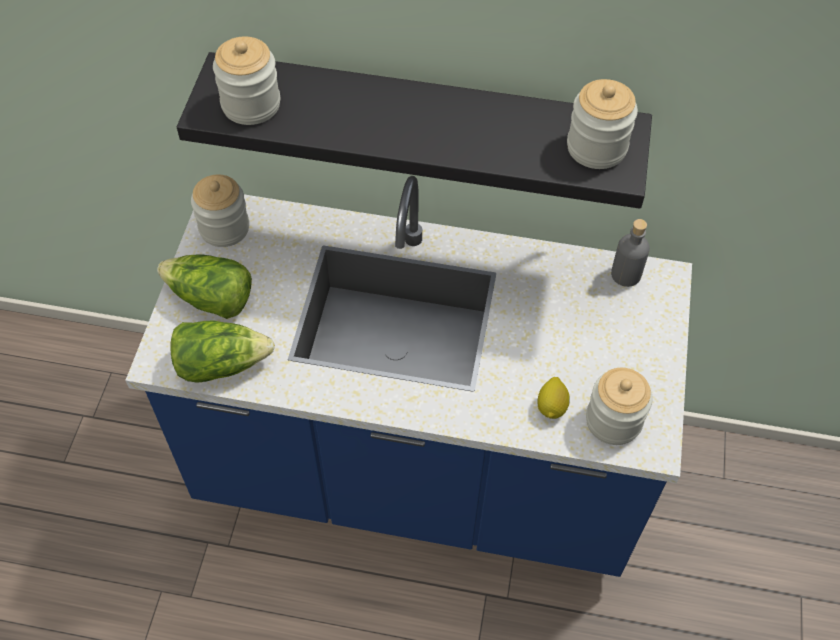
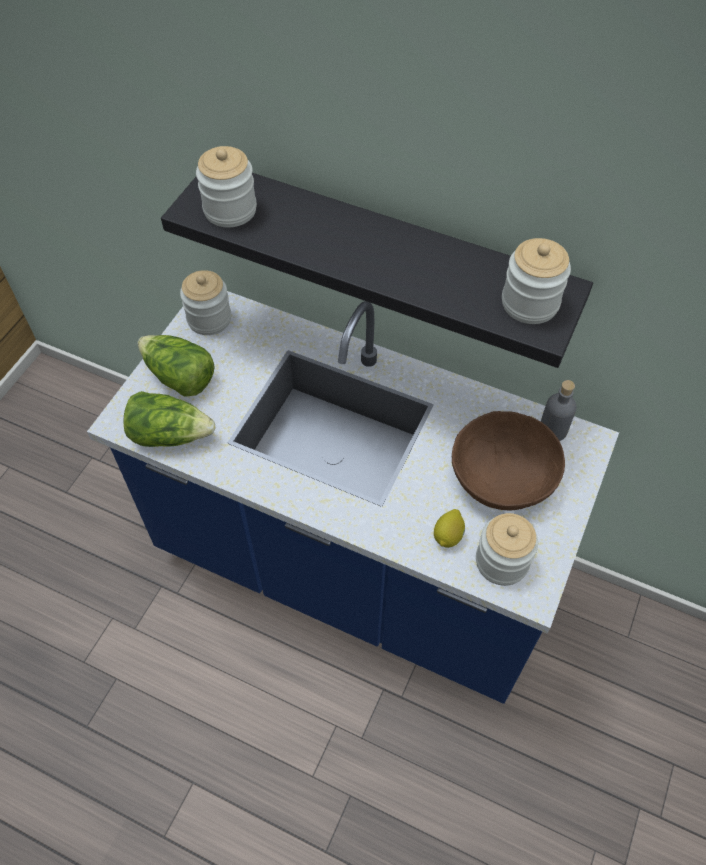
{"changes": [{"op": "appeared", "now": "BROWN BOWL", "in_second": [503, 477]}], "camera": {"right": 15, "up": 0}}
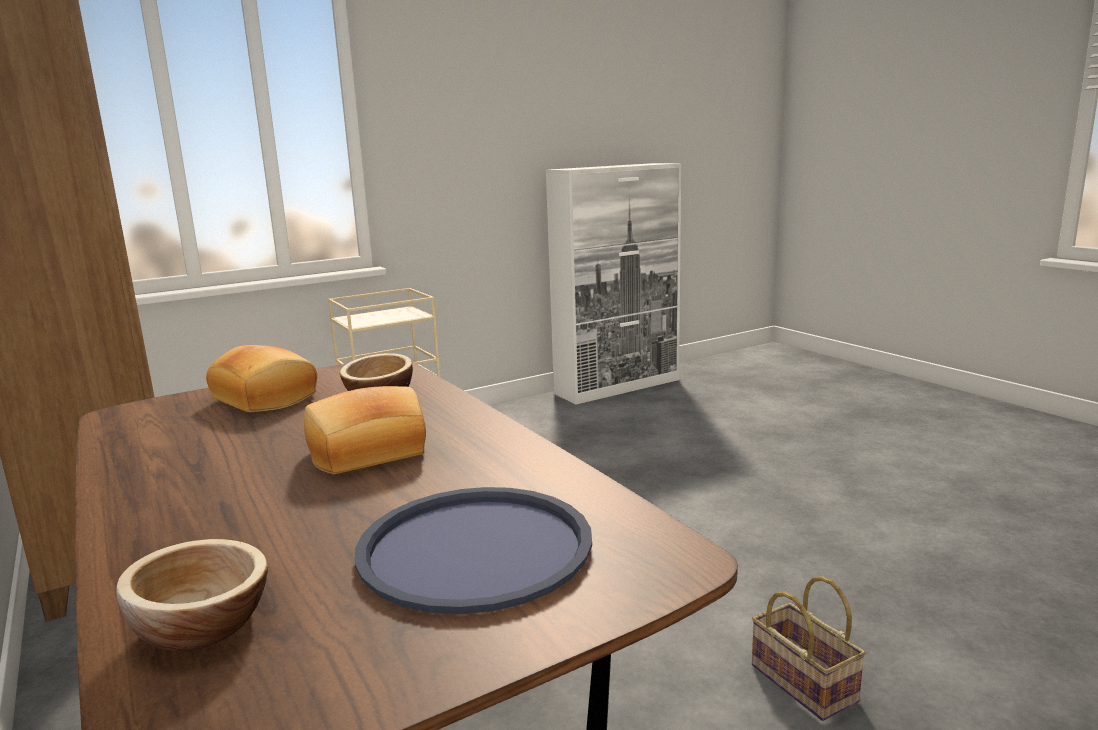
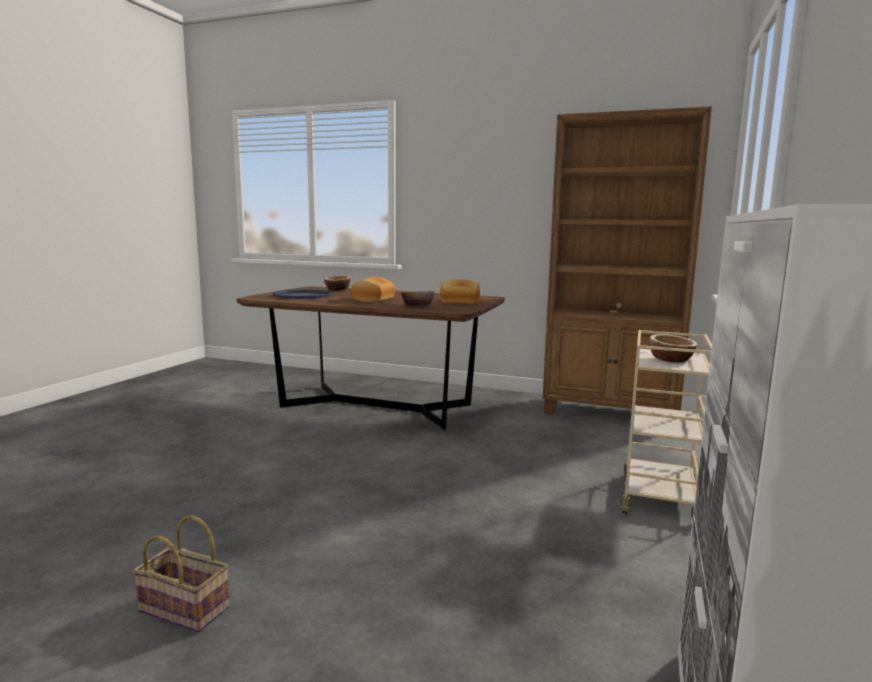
{"changes": [{"op": "appeared", "now": "BOWL", "in_second": [671, 359]}, {"op": "relocated", "was": "STORAGE BASKET", "in_first": [800, 682], "in_second": [187, 609]}], "camera": {"right": 140, "up": -5}}
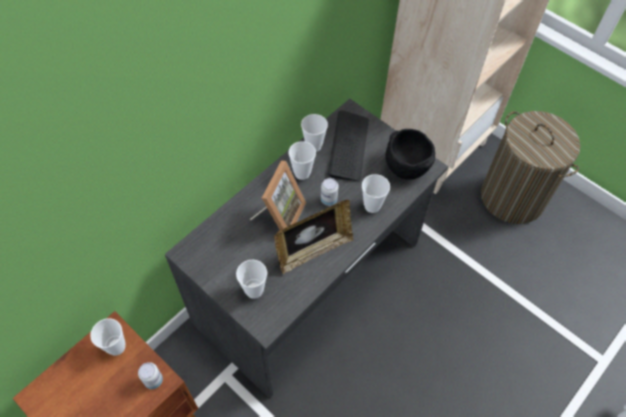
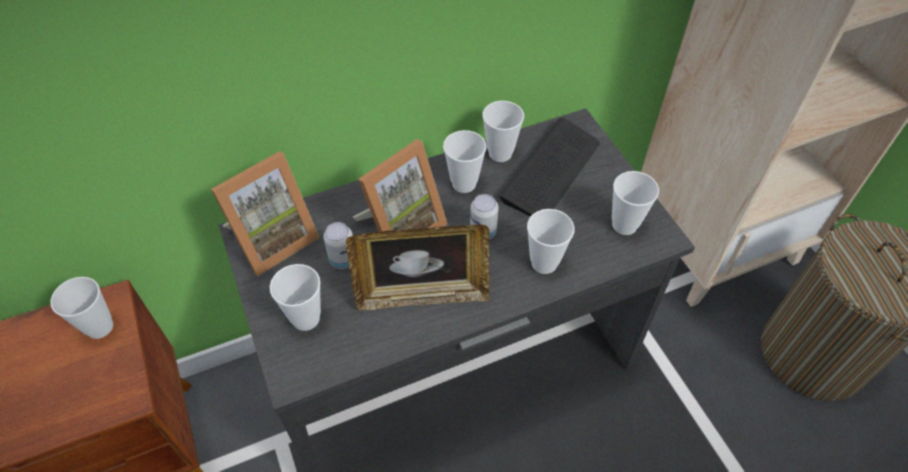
{"changes": [{"op": "appeared", "now": "PHOTO FRAME", "in_second": [273, 239]}, {"op": "relocated", "was": "METAL CAN", "in_first": [153, 380], "in_second": [343, 260]}, {"op": "exchanged", "was": "BLACK BOWL", "now": "CUP", "in_first": [405, 166], "in_second": [624, 225]}], "camera": {"right": 25, "up": -5}}
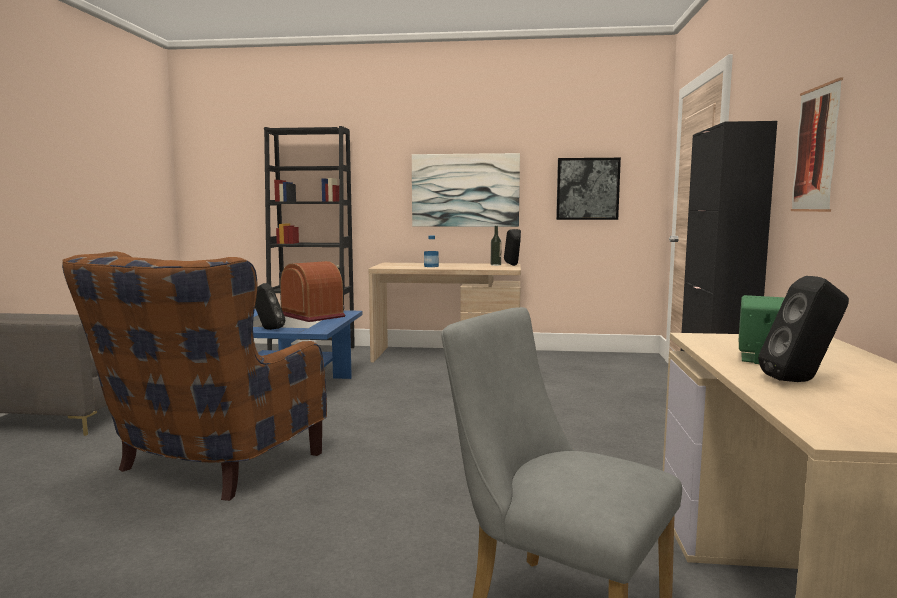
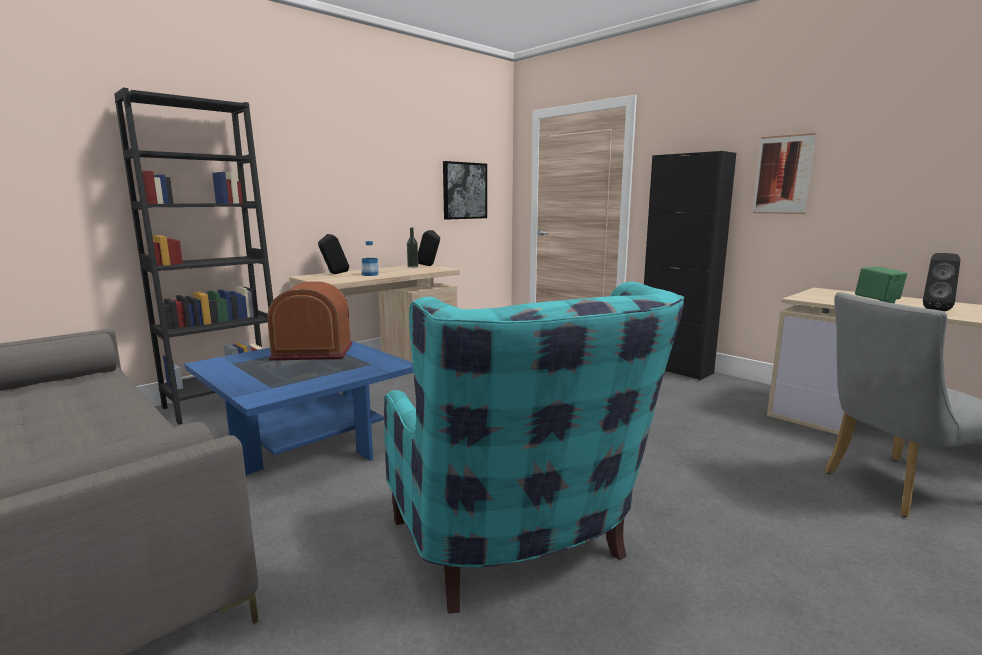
{"changes": [{"op": "missing", "was": "WALL ART", "in_first": [465, 190]}, {"op": "relocated", "was": "BLACK AUDIO SPEAKER", "in_first": [267, 329], "in_second": [334, 274]}, {"op": "colour", "was": "BROWN LOUNGE CHAIR", "now": "BLUE-GREEN LOUNGE CHAIR", "in_first": [204, 467], "in_second": [517, 550]}], "camera": {"right": -50, "up": 5}}
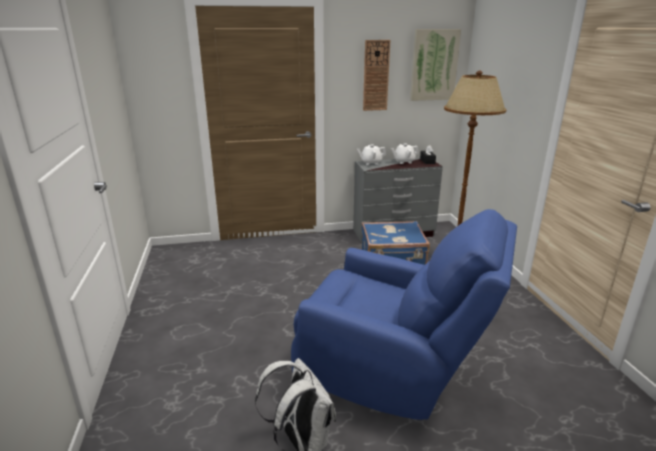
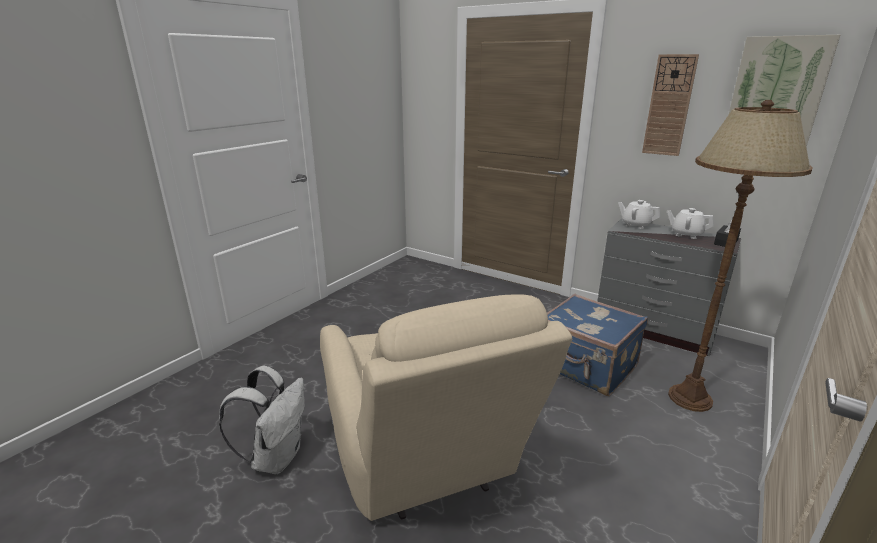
{"changes": [{"op": "colour", "was": "BLUE LOUNGE CHAIR", "now": "BEIGE-COLOURED LOUNGE CHAIR", "in_first": [392, 371], "in_second": [425, 460]}], "camera": {"right": 45, "up": 0}}
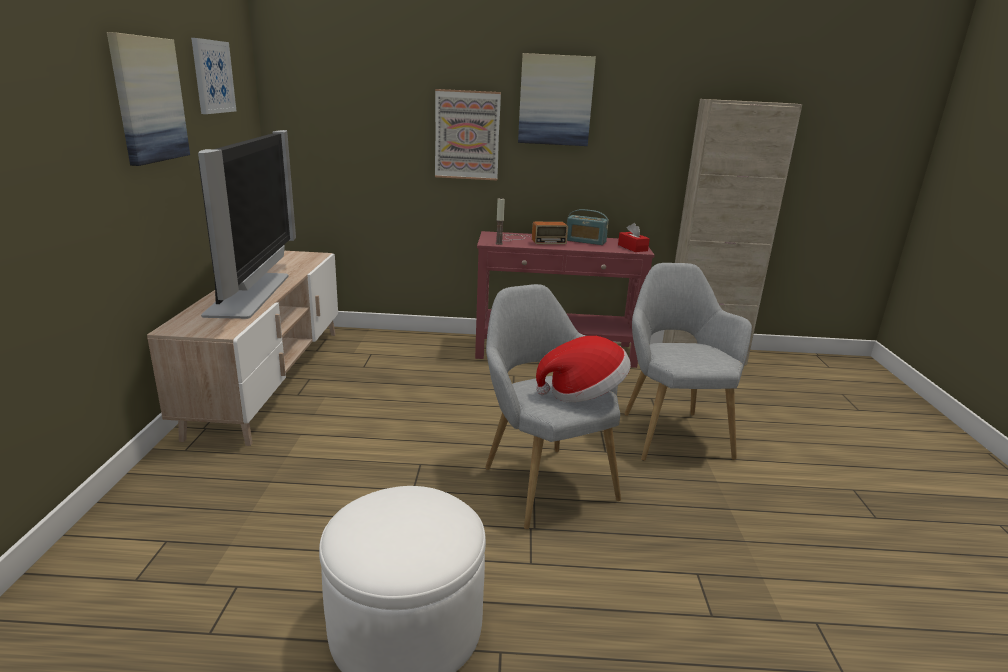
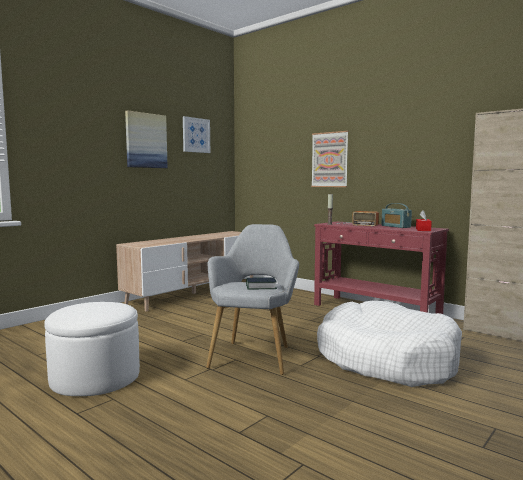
{"changes": [{"op": "missing", "was": "TV", "in_first": [252, 294]}, {"op": "missing", "was": "WALL ART", "in_first": [555, 100]}, {"op": "exchanged", "was": "WEARABLE HAT", "now": "BOOK", "in_first": [583, 394], "in_second": [261, 287]}, {"op": "exchanged", "was": "GREYISH LOUNGE CHAIR", "now": "WHITE-COLOURED PET BED", "in_first": [671, 431], "in_second": [386, 359]}], "camera": {"right": 40, "up": -15}}
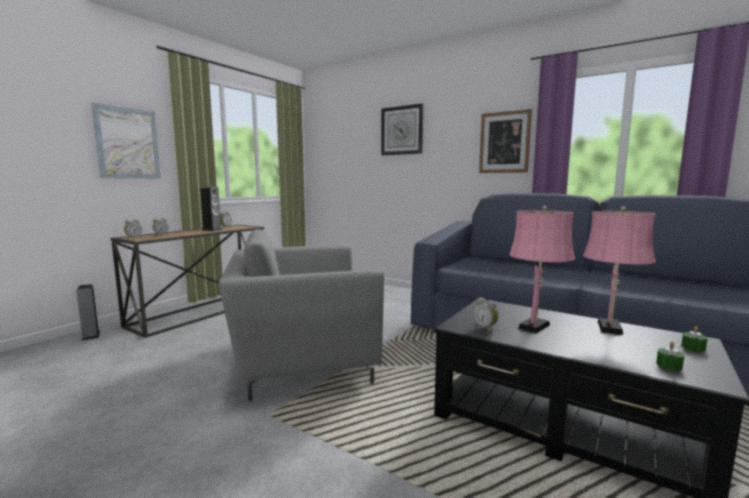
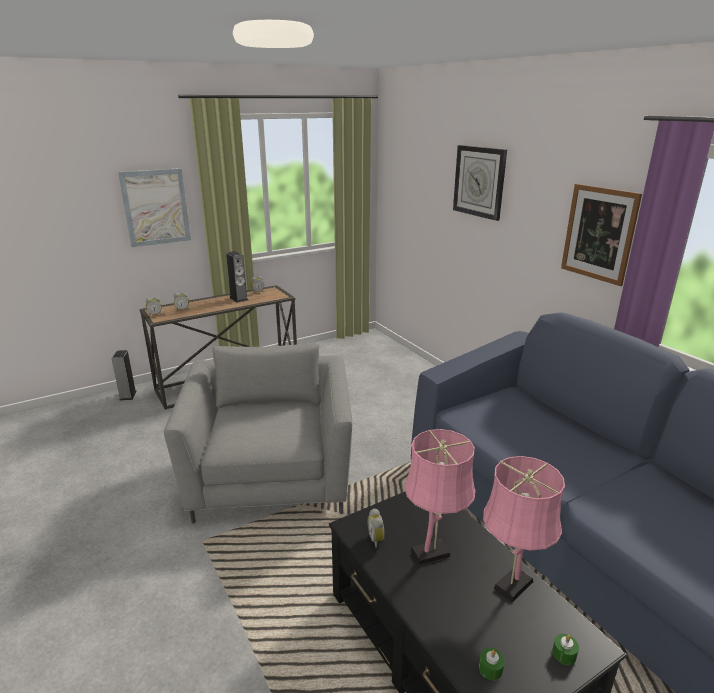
{"changes": [{"op": "spun", "was": "GREYISH LOUNGE CHAIR", "in_first": [301, 359], "in_second": [272, 477], "clockwise": 75}], "camera": {"right": 25, "up": 15}}
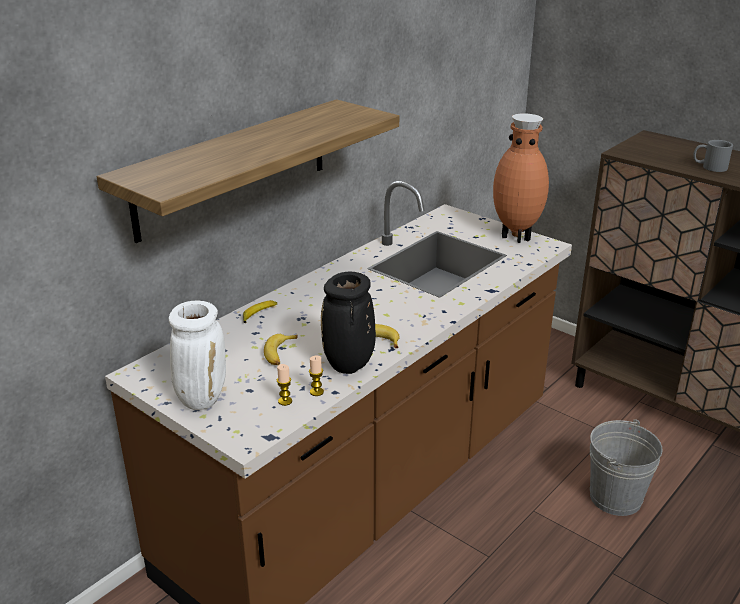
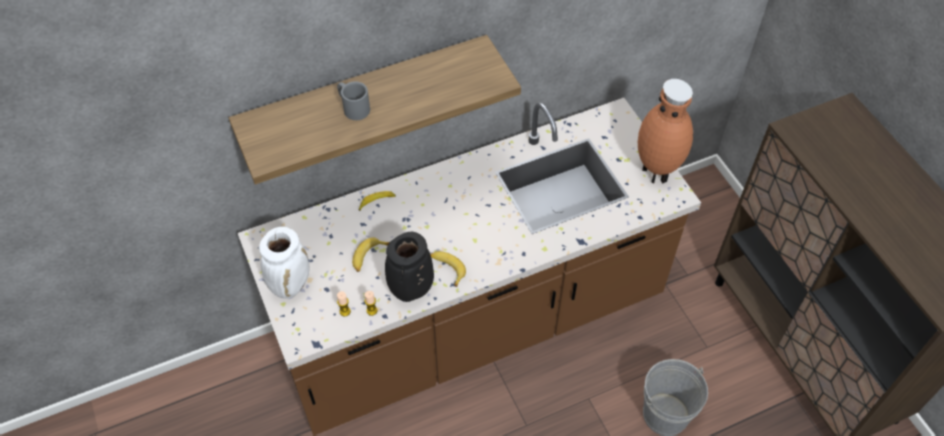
{"changes": [{"op": "relocated", "was": "GREYISH TEA MUG", "in_first": [709, 167], "in_second": [353, 107]}], "camera": {"right": 25, "up": 25}}
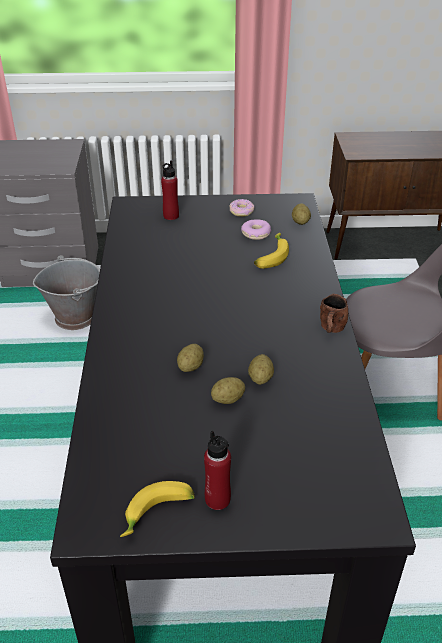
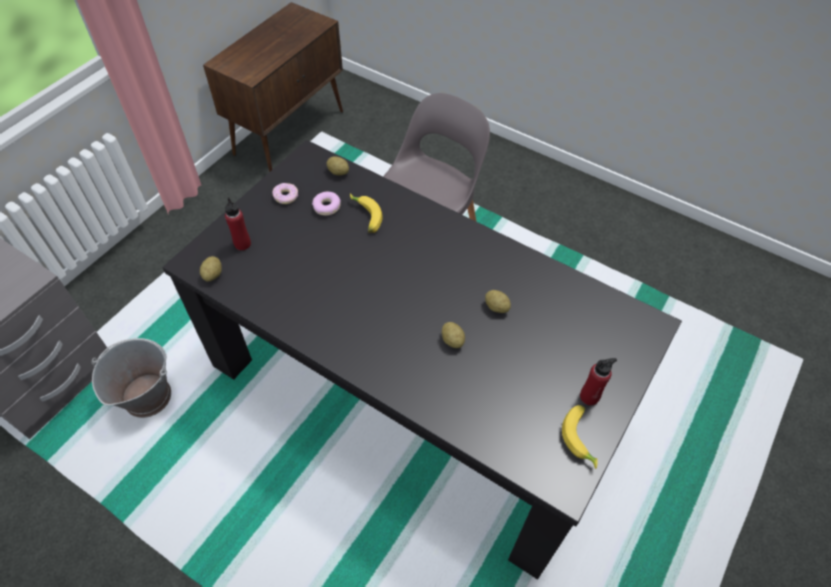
{"changes": [{"op": "missing", "was": "BROWN TEA MUG", "in_first": [331, 330]}, {"op": "relocated", "was": "WHOLE POTATO", "in_first": [228, 399], "in_second": [213, 274]}], "camera": {"right": -55, "up": 15}}
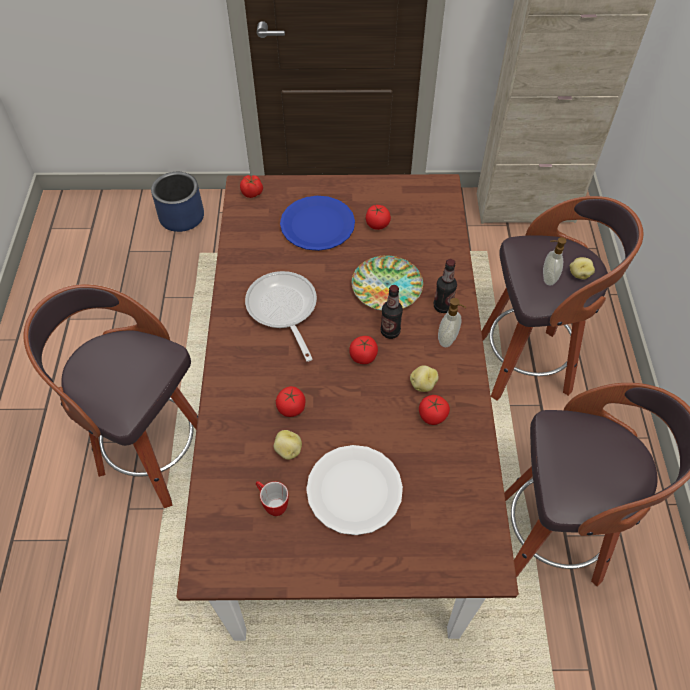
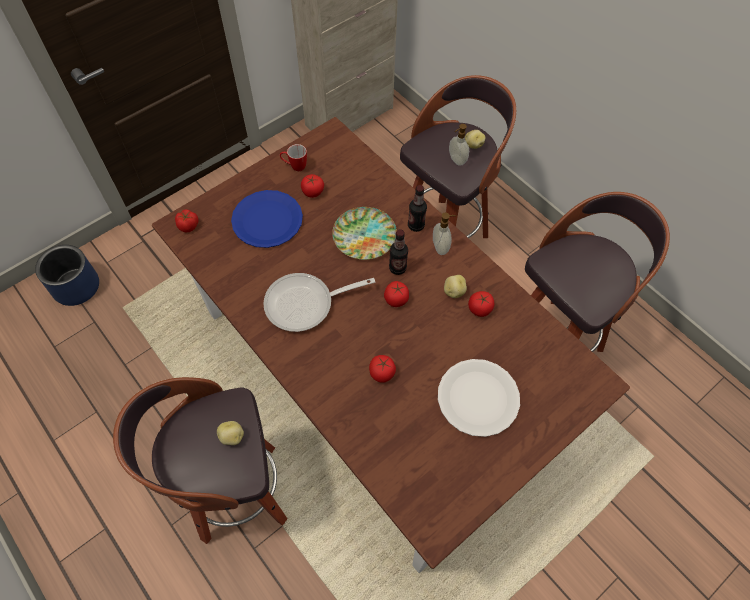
{"changes": [{"op": "relocated", "was": "TEA MUG", "in_first": [272, 504], "in_second": [294, 166]}, {"op": "relocated", "was": "WHOLE POTATO", "in_first": [288, 450], "in_second": [232, 437]}, {"op": "spun", "was": "PAN", "in_first": [283, 310], "in_second": [305, 304], "clockwise": -45}], "camera": {"right": -40, "up": 5}}
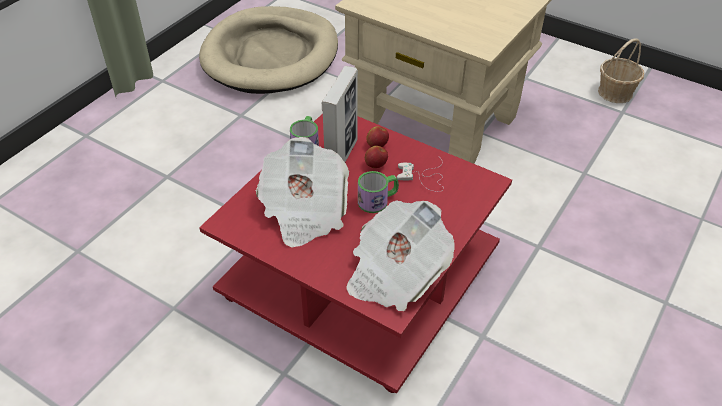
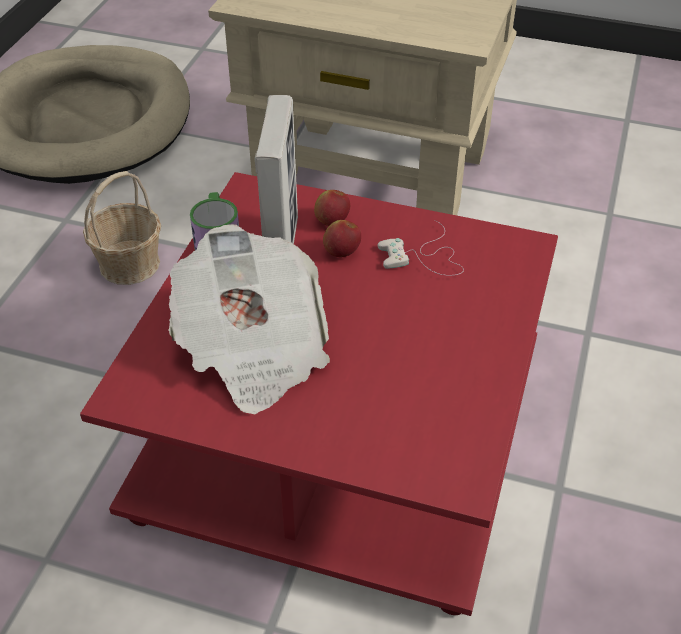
{"changes": [{"op": "missing", "was": "DAILY PAPER", "in_first": [395, 273]}, {"op": "missing", "was": "TEA MUG", "in_first": [378, 200]}, {"op": "relocated", "was": "STORAGE BASKET", "in_first": [615, 92], "in_second": [130, 264]}], "camera": {"right": -15, "up": 0}}
